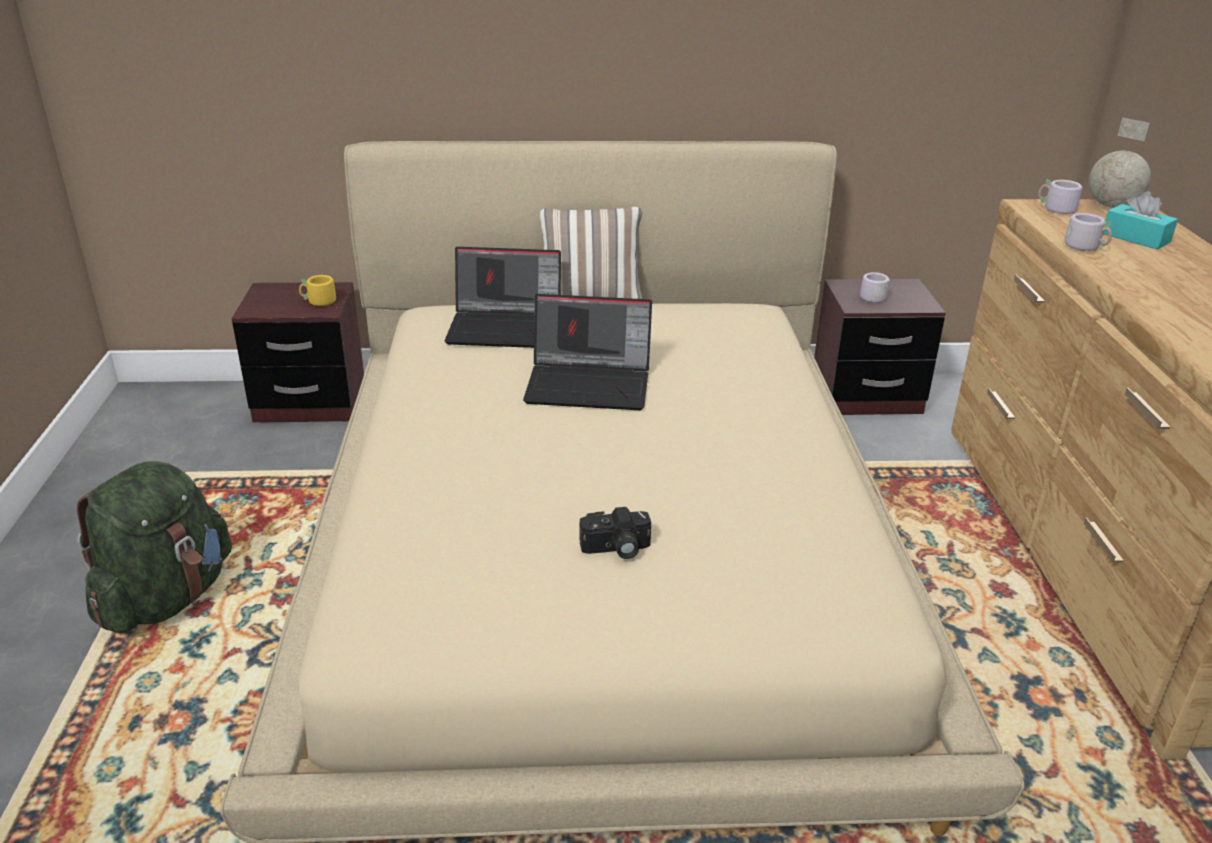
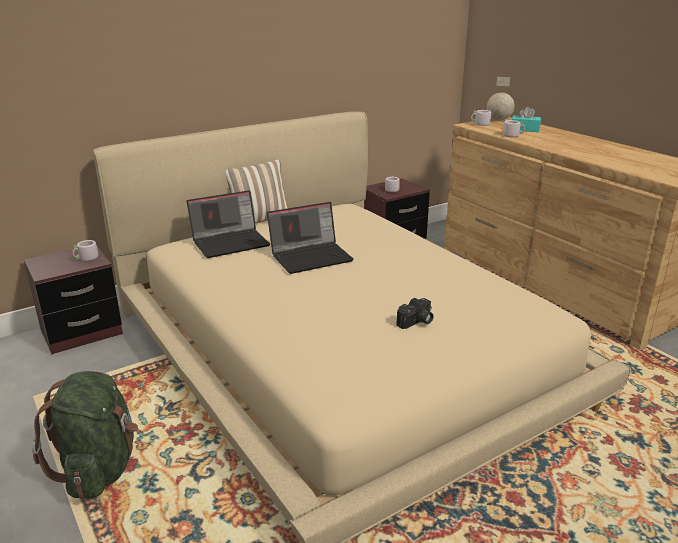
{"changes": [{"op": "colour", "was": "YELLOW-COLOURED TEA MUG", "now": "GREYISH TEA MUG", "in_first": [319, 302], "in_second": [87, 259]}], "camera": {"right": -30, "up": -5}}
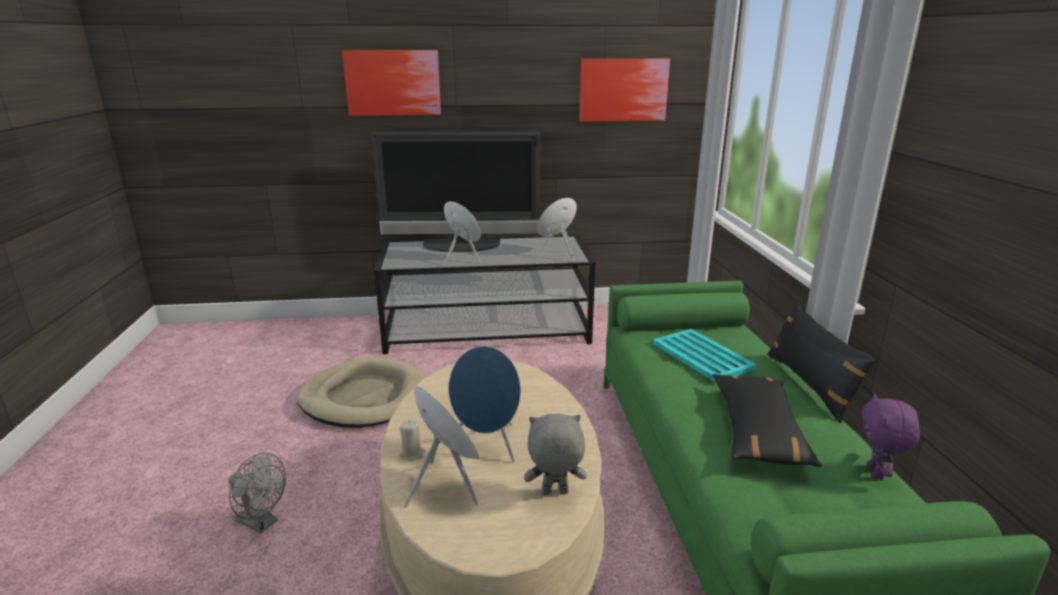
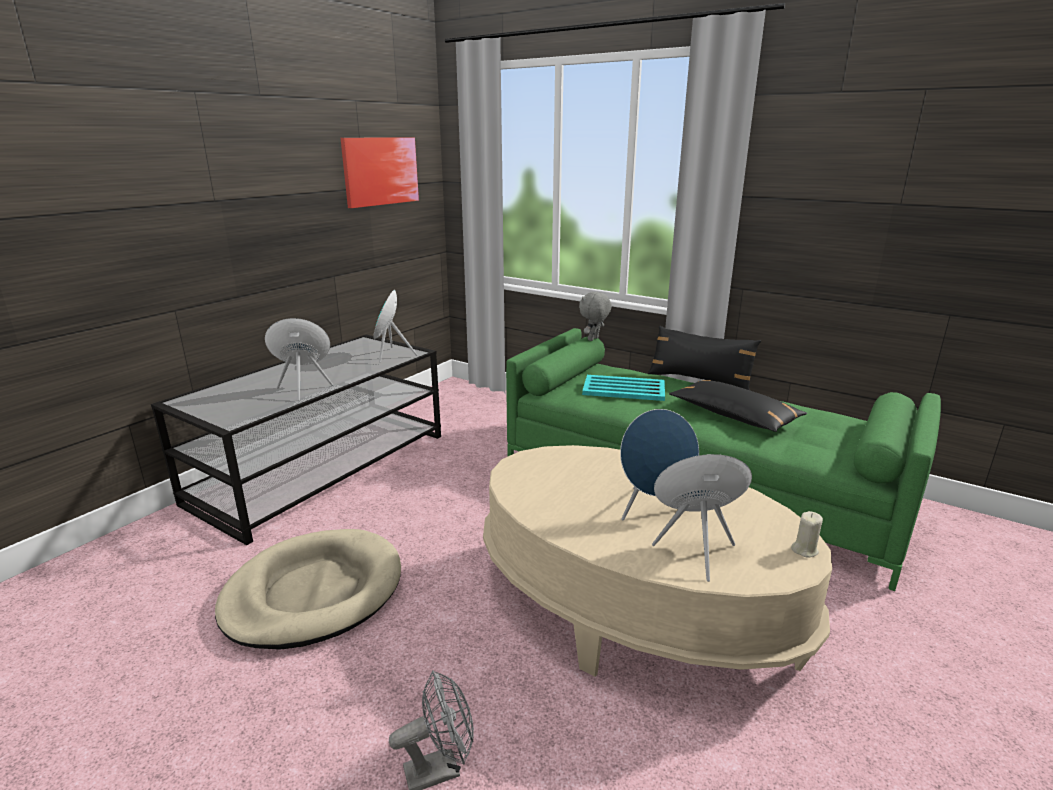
{"changes": [{"op": "missing", "was": "WALL ART", "in_first": [393, 82]}, {"op": "missing", "was": "TV", "in_first": [461, 246]}, {"op": "missing", "was": "PURPLE CUDDLY TOY", "in_first": [877, 473]}, {"op": "relocated", "was": "BEIGE-COLOURED WAX LIGHT", "in_first": [412, 454], "in_second": [804, 550]}, {"op": "relocated", "was": "GREYISH CUDDLY TOY", "in_first": [554, 493], "in_second": [594, 339]}], "camera": {"right": -50, "up": 0}}
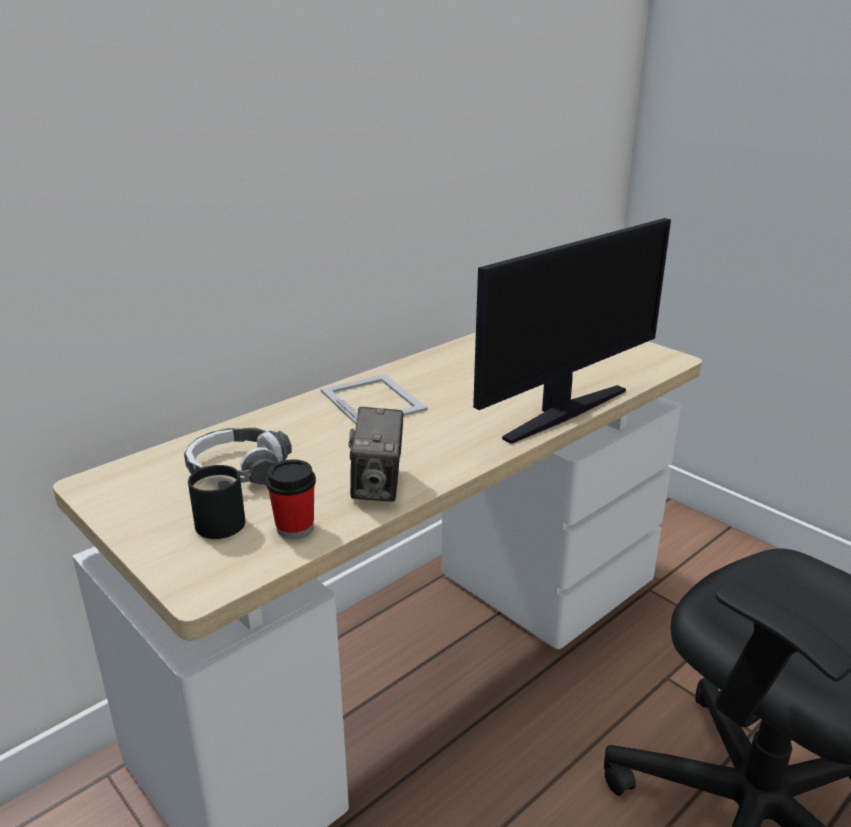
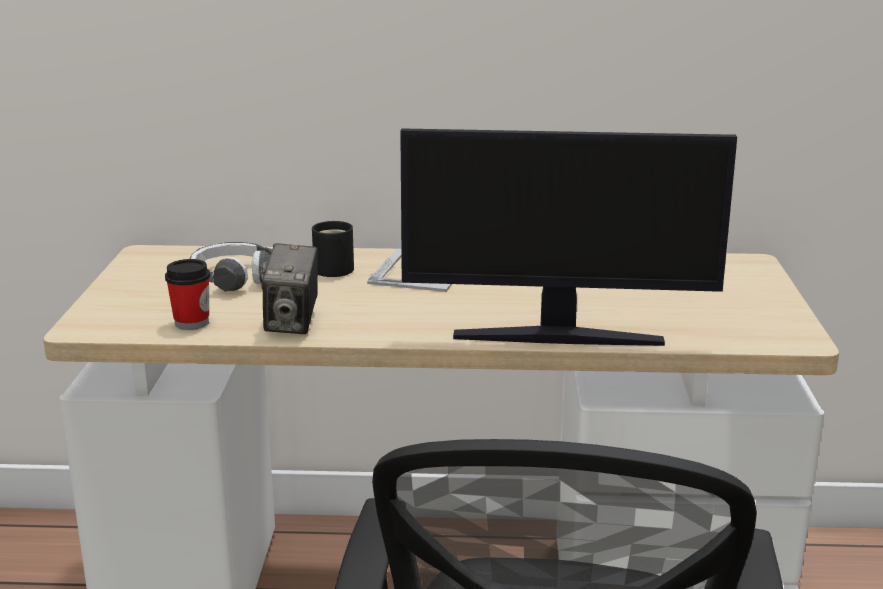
{"changes": [{"op": "relocated", "was": "BLACK TEA MUG", "in_first": [220, 521], "in_second": [336, 268]}, {"op": "spun", "was": "PHOTO CAMERA", "in_first": [378, 486], "in_second": [292, 323], "clockwise": -45}], "camera": {"right": 45, "up": -5}}
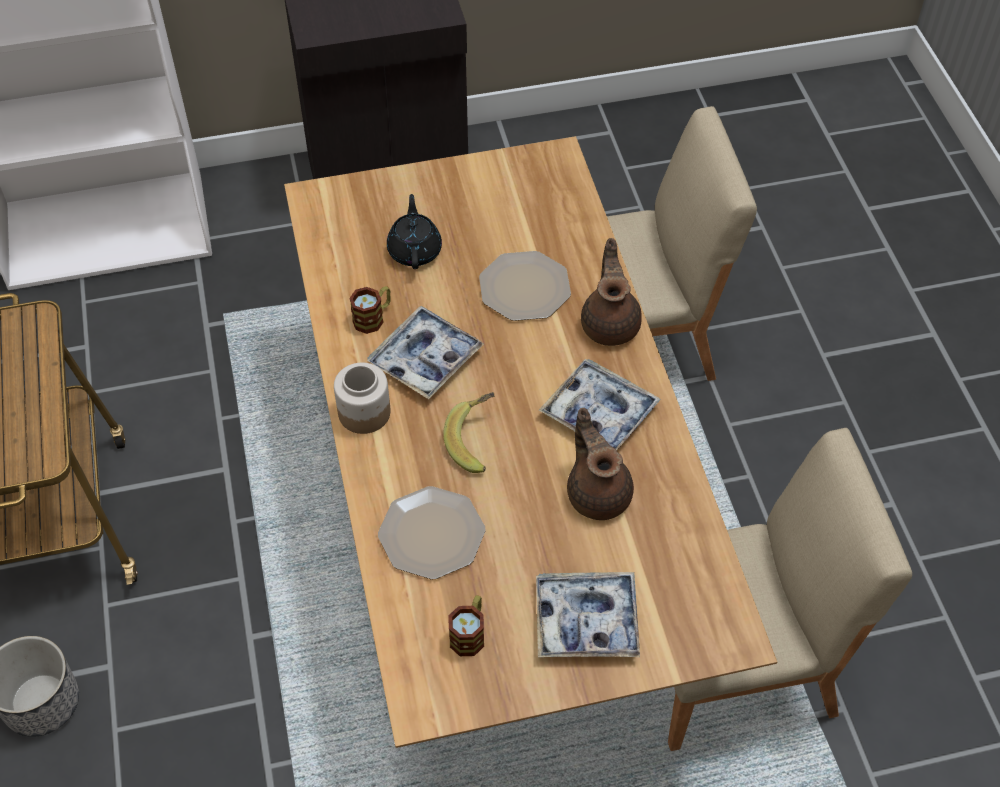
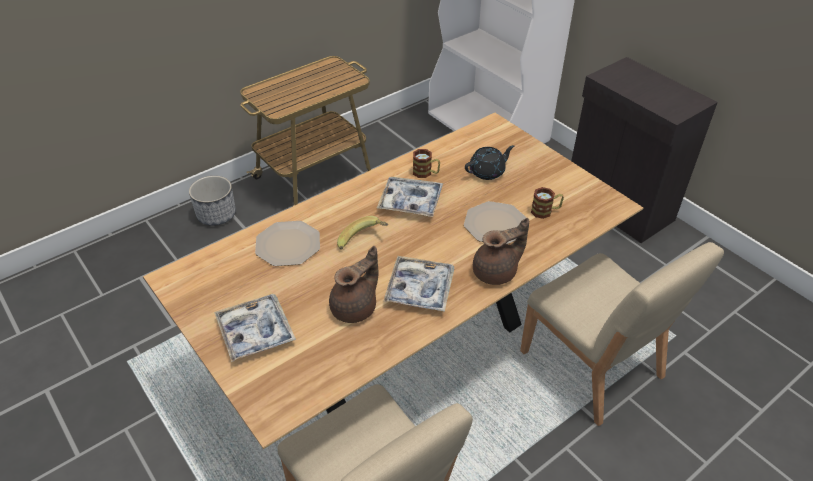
{"changes": [{"op": "missing", "was": "STORAGE JAR", "in_first": [363, 413]}, {"op": "relocated", "was": "TEA MUG", "in_first": [470, 633], "in_second": [545, 211]}], "camera": {"right": 65, "up": -10}}
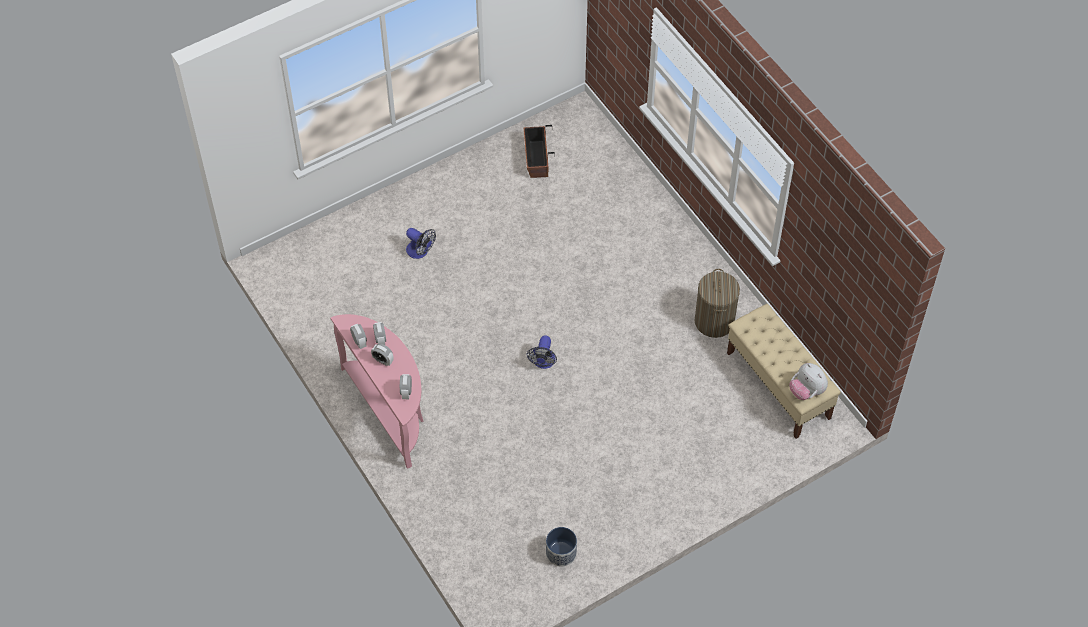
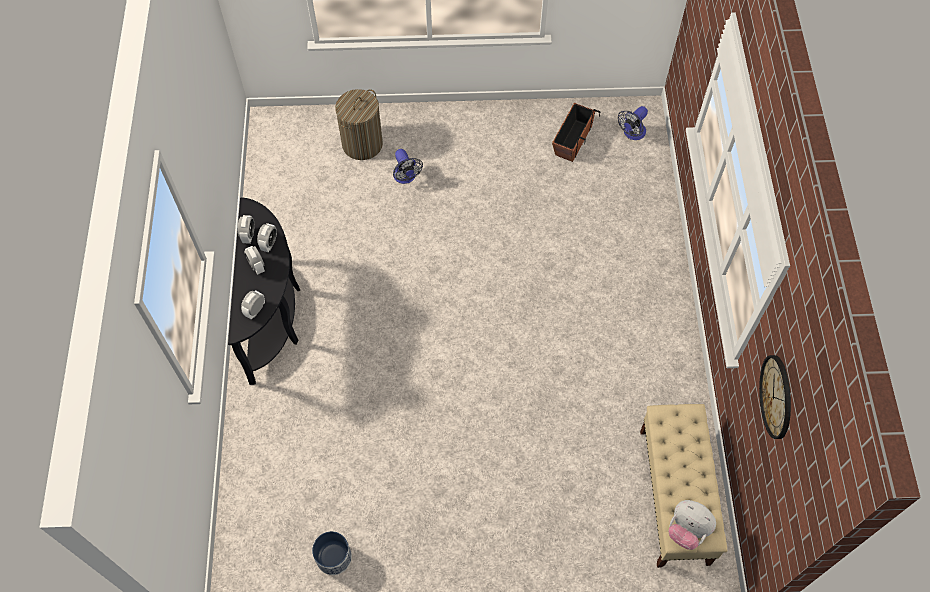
{"changes": [{"op": "appeared", "now": "HANGING CLOCK", "in_second": [776, 396]}, {"op": "relocated", "was": "COOLING FAN", "in_first": [543, 362], "in_second": [632, 134]}, {"op": "relocated", "was": "WASHING BASKET", "in_first": [714, 321], "in_second": [362, 144]}, {"op": "colour", "was": "PINKISH CONSOLE TABLE", "now": "BLACK CONSOLE TABLE", "in_first": [390, 409], "in_second": [275, 316]}, {"op": "spun", "was": "CUDDLY TOY", "in_first": [806, 391], "in_second": [687, 530], "clockwise": -45}], "camera": {"right": 30, "up": 5}}
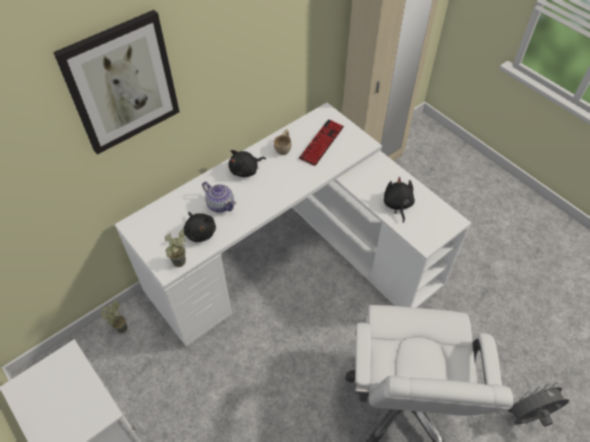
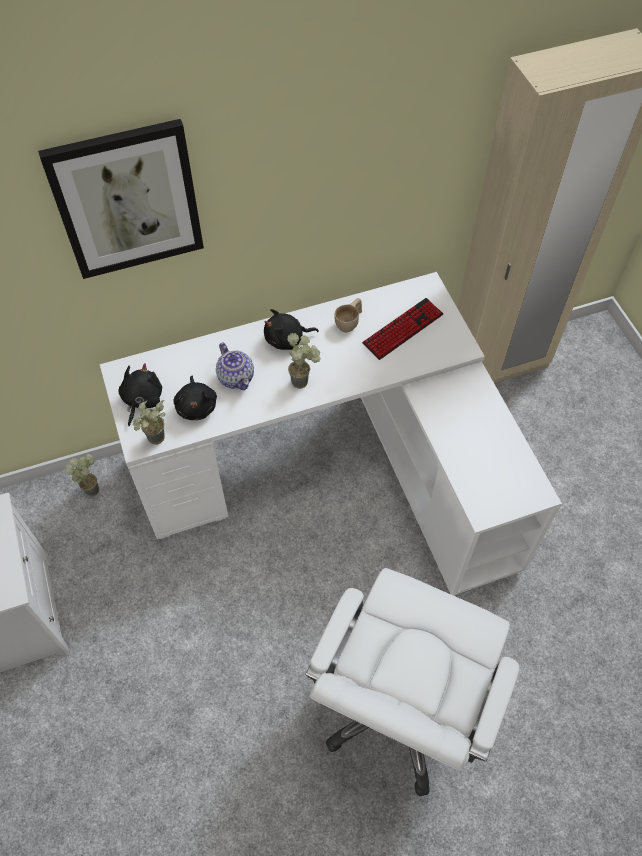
{"changes": [{"op": "missing", "was": "GREYISH COOLING FAN", "in_first": [527, 416]}, {"op": "appeared", "now": "HOUSEPLANT", "in_second": [304, 380]}, {"op": "relocated", "was": "BLACK CUDDLY TOY", "in_first": [397, 205], "in_second": [141, 400]}], "camera": {"right": 20, "up": 5}}
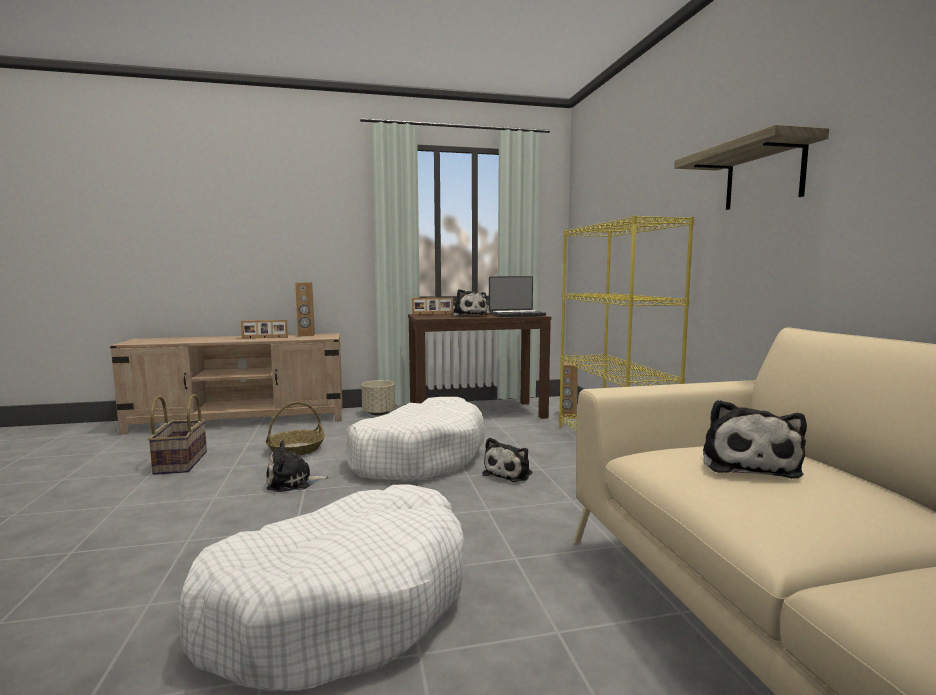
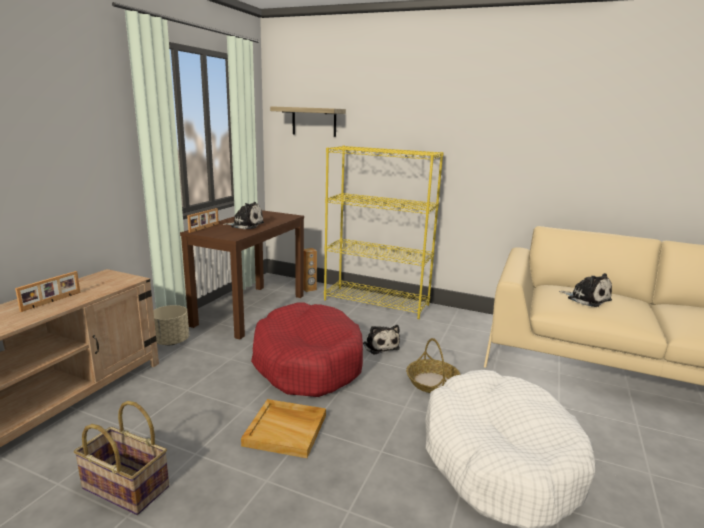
{"changes": [{"op": "missing", "was": "BROWN AUDIO SPEAKER", "in_first": [306, 335]}, {"op": "missing", "was": "LAPTOP", "in_first": [516, 315]}, {"op": "relocated", "was": "STORAGE BASKET", "in_first": [296, 449], "in_second": [432, 382]}, {"op": "relocated", "was": "BRACKET SHELF", "in_first": [764, 175], "in_second": [314, 121]}, {"op": "exchanged", "was": "CUDDLY TOY", "now": "BEIGE-COLOURED TRAY", "in_first": [293, 482], "in_second": [286, 430]}, {"op": "colour", "was": "WHITE-COLOURED PET BED", "now": "RED PET BED", "in_first": [417, 457], "in_second": [307, 362]}], "camera": {"right": -55, "up": 10}}
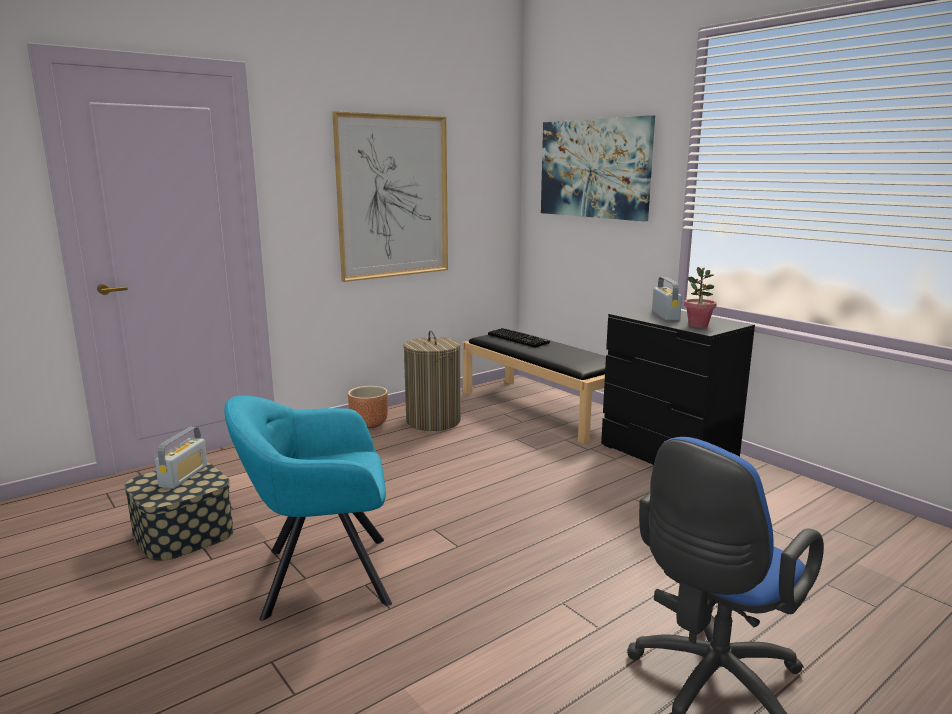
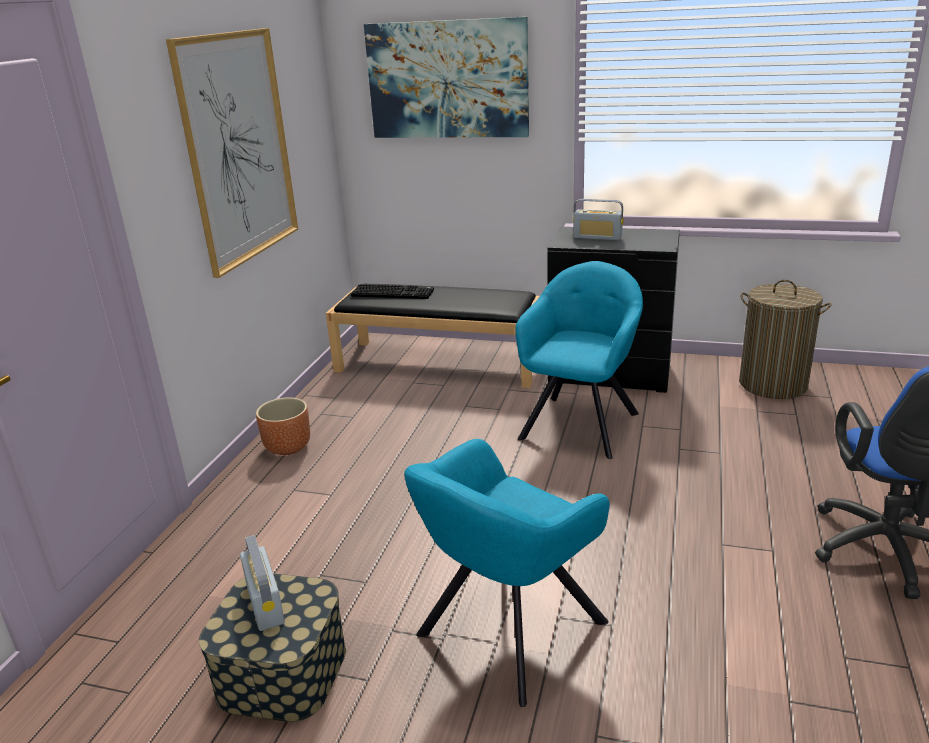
{"changes": [{"op": "missing", "was": "HOUSEPLANT", "in_first": [698, 325]}, {"op": "appeared", "now": "BLUE-GREEN LOUNGE CHAIR", "in_second": [581, 423]}, {"op": "relocated", "was": "WASHING BASKET", "in_first": [433, 421], "in_second": [773, 384]}, {"op": "spun", "was": "RADIO SET", "in_first": [665, 315], "in_second": [597, 237], "clockwise": 150}], "camera": {"right": -35, "up": 10}}
